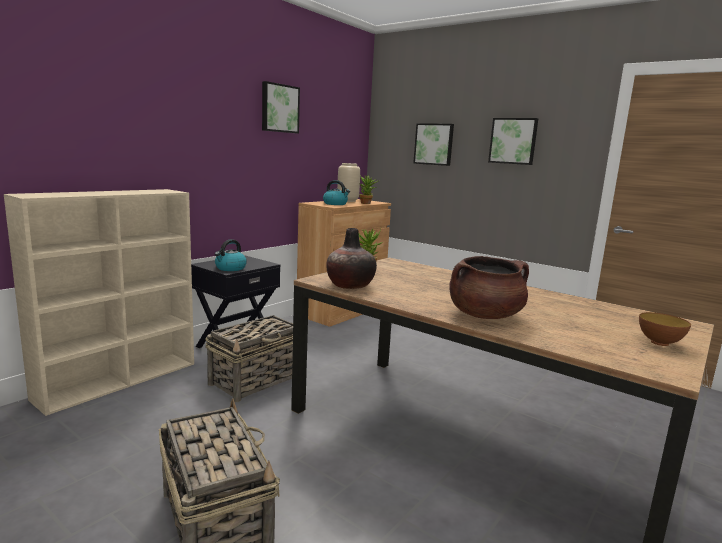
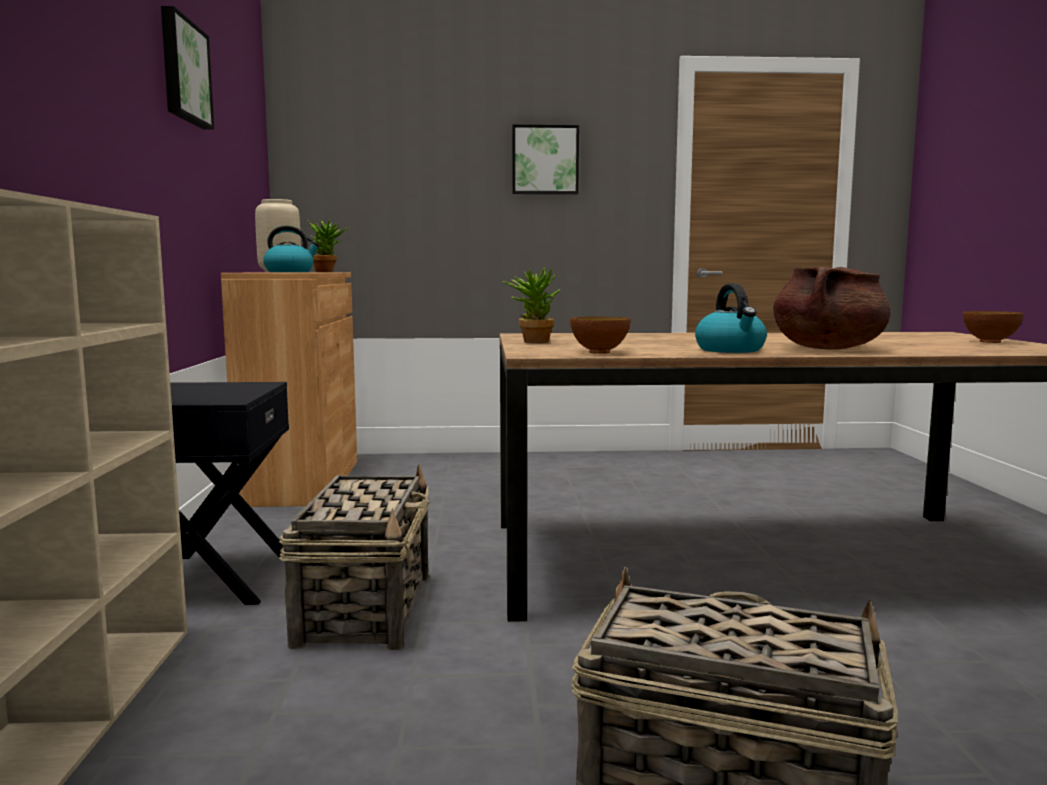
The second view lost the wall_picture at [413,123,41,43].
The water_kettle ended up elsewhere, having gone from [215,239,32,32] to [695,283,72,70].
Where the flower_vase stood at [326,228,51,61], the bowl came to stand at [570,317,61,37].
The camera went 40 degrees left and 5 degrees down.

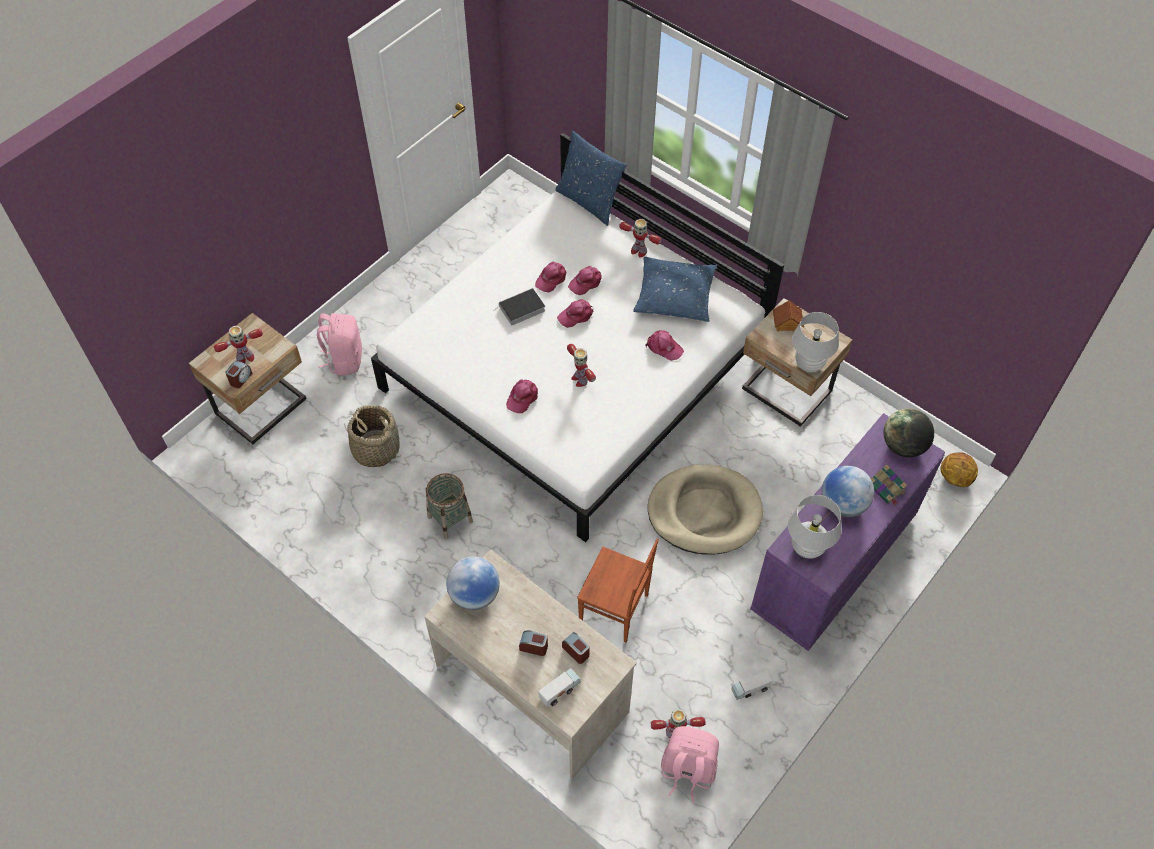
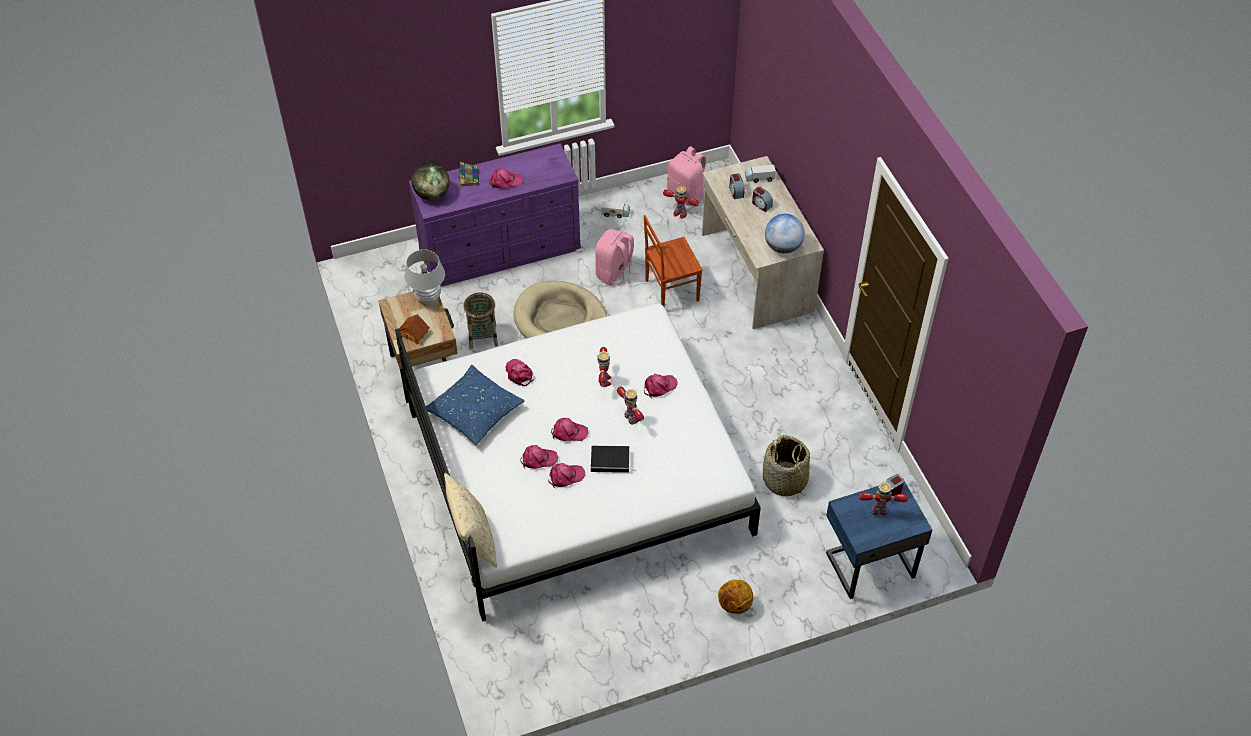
The second view lost the whitish_tabletop_lamp at [788,495,53,64].
The pink-coloured_backpack ended up elsewhere, having gone from [317,313,45,62] to [595,229,44,57].
The storage_basket ended up elsewhere, having gone from [426,473,47,66] to [464,293,34,56].
The robot_figure ended up elsewhere, having gone from [619,219,43,39] to [617,386,27,38].
The basketball ended up elsewhere, having gone from [940,452,38,35] to [718,580,35,34].
Where the world_globe stood at [822,466,52,51], the pink-coloured_baseball_cap came to stand at [489,168,34,21].
What was the beige_bedside_table at [189,313,118,131] turned into the blue_bedside_table at [826,478,106,121].
What was the blue_throw_pillow at [555,131,72,95] turned into the beige_throw_pillow at [444,473,53,95].
The brownish_plain_chair at [577,539,82,104] ended up facing another way, 75 degrees counterclockwise from before.
The camera went 150 degrees left and 5 degrees down.

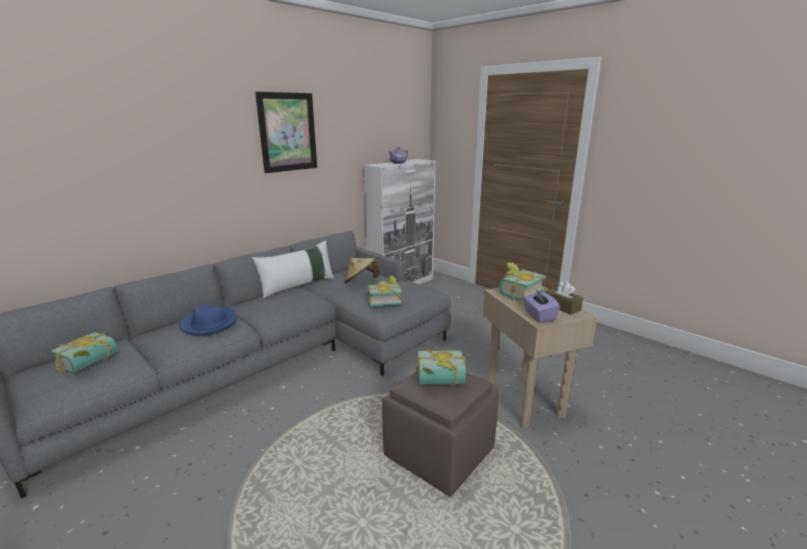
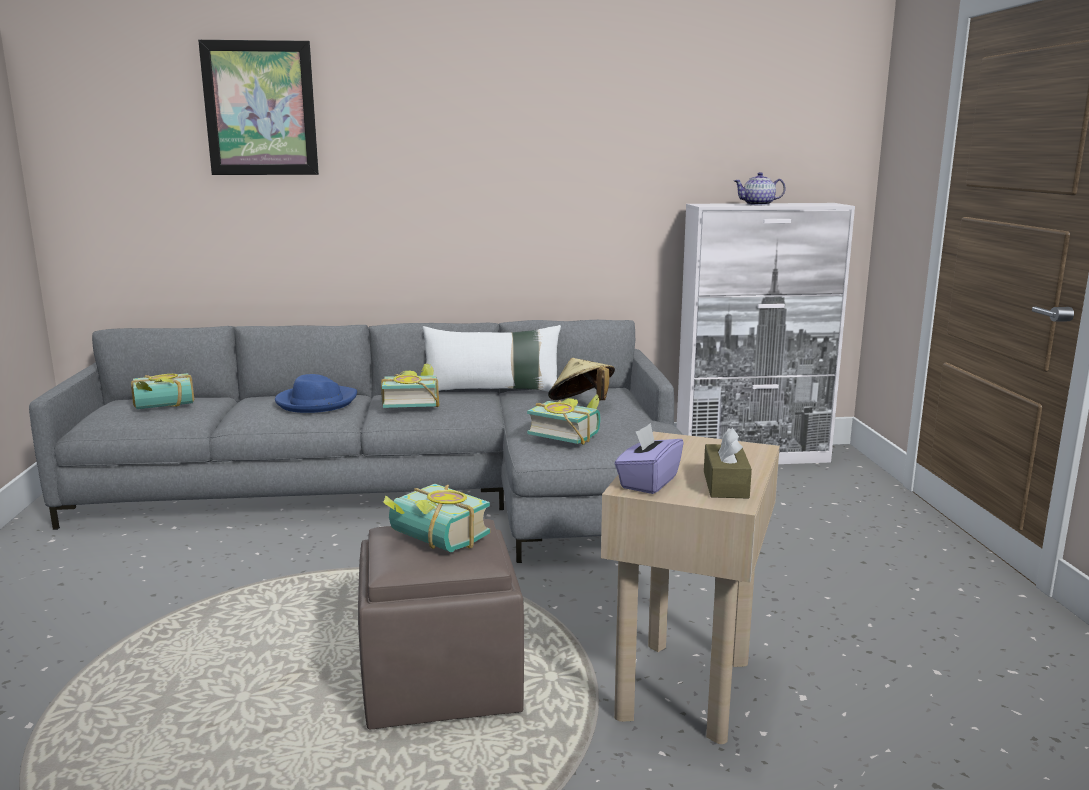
The wall_picture ended up elsewhere, having gone from [255,92,62,81] to [198,40,121,135].
The bound_book ended up elsewhere, having gone from [499,263,47,38] to [381,364,59,44].
The camera went 40 degrees right and 5 degrees down.

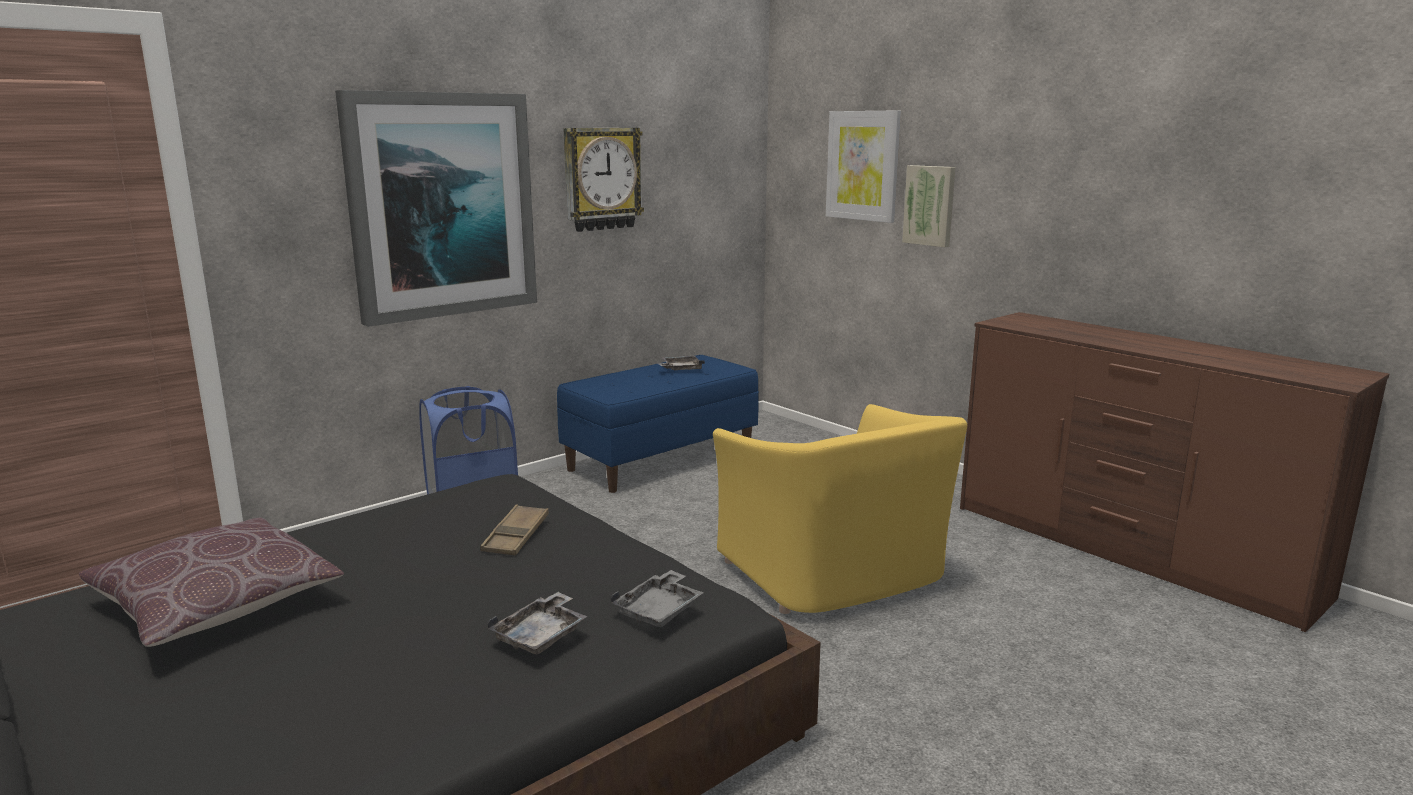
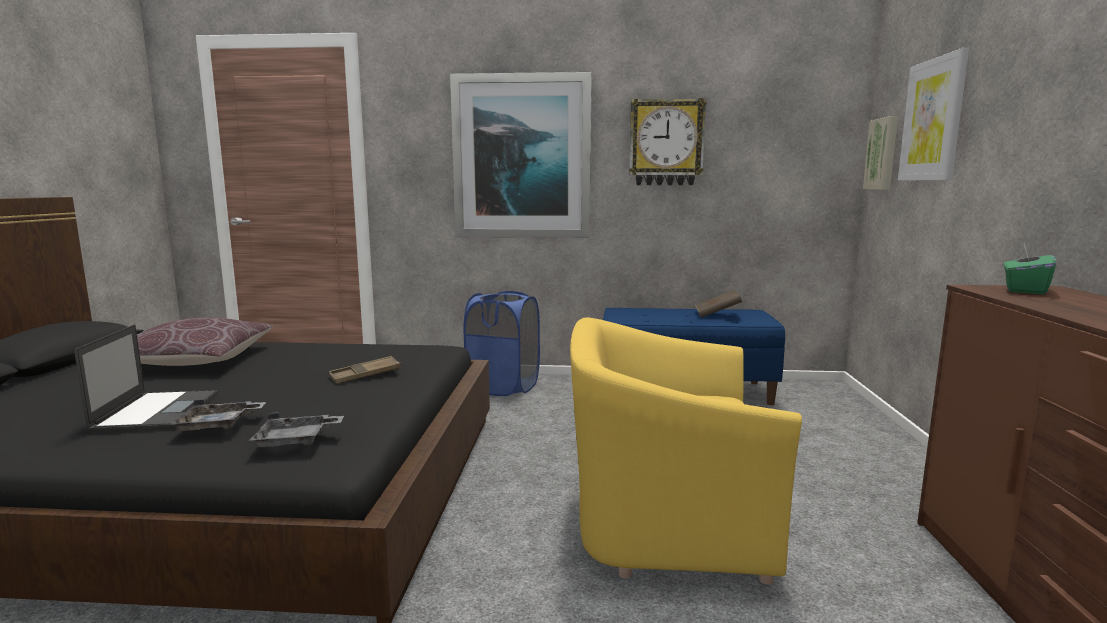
The second view gained the portable_computer at [74,324,145,109].
The second view gained the green_box_of_tissues at [1004,242,52,52].
The wall_picture ended up elsewhere, having gone from [902,165,53,82] to [863,116,35,74].
Where the gray_tray stood at [658,356,47,14], the brownish_bound_book came to stand at [695,290,47,28].
The yellow-coloured_armchair at [713,404,254,210] ended up facing another way, 75 degrees clockwise from before.
The camera went 45 degrees right and 5 degrees down.

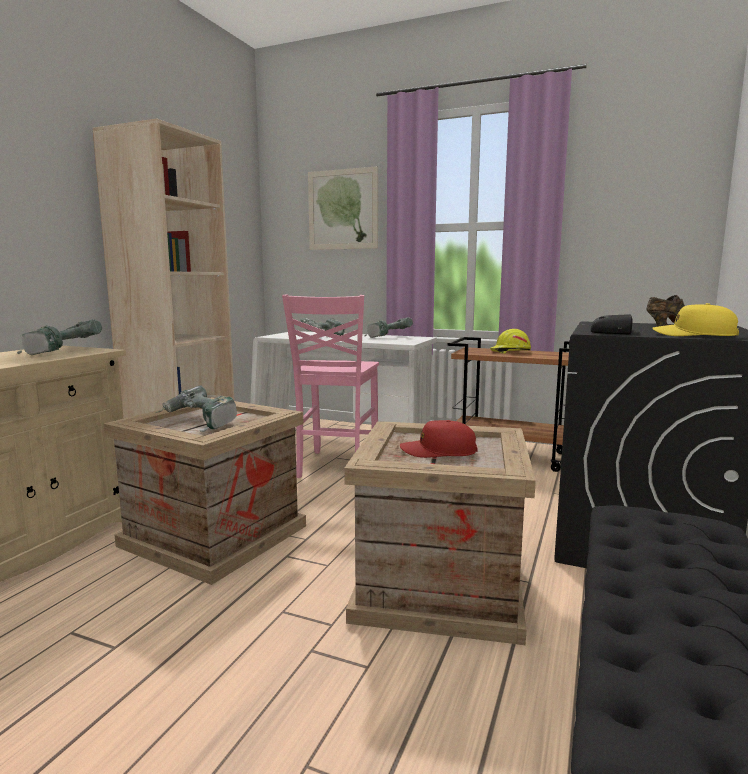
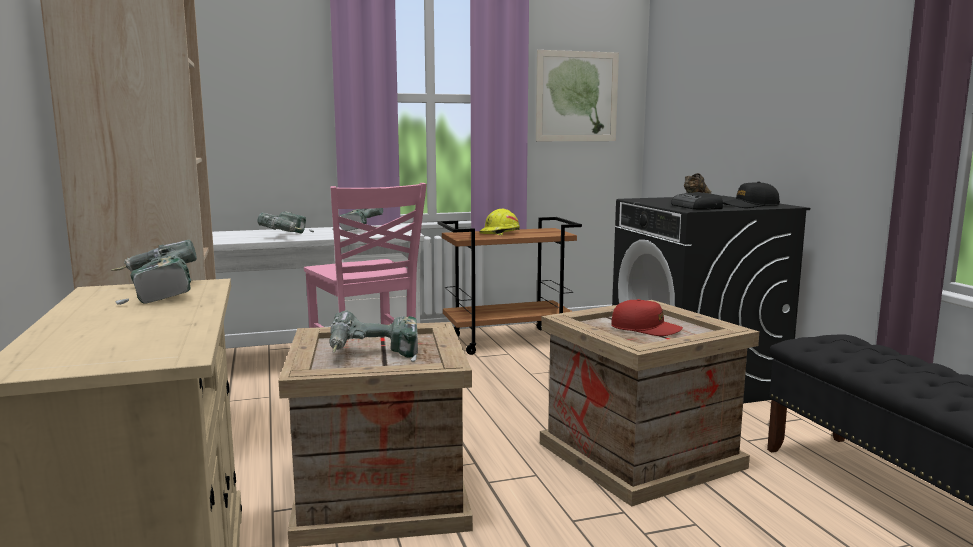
The wall_picture ended up elsewhere, having gone from [308,166,70,84] to [536,50,83,91].
What was the yellow-coloured_baseball_cap at [652,303,87,33] turned into the black_baseball_cap at [723,181,57,27].
The red-coloured_baseball_cap at [400,420,78,38] ended up facing another way, 120 degrees counterclockwise from before.
The camera went 40 degrees left and 0 degrees up.

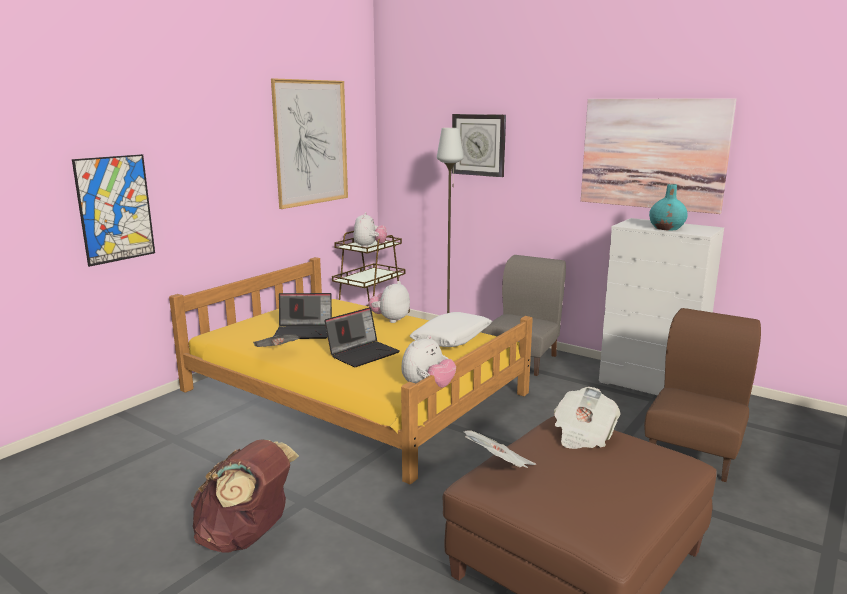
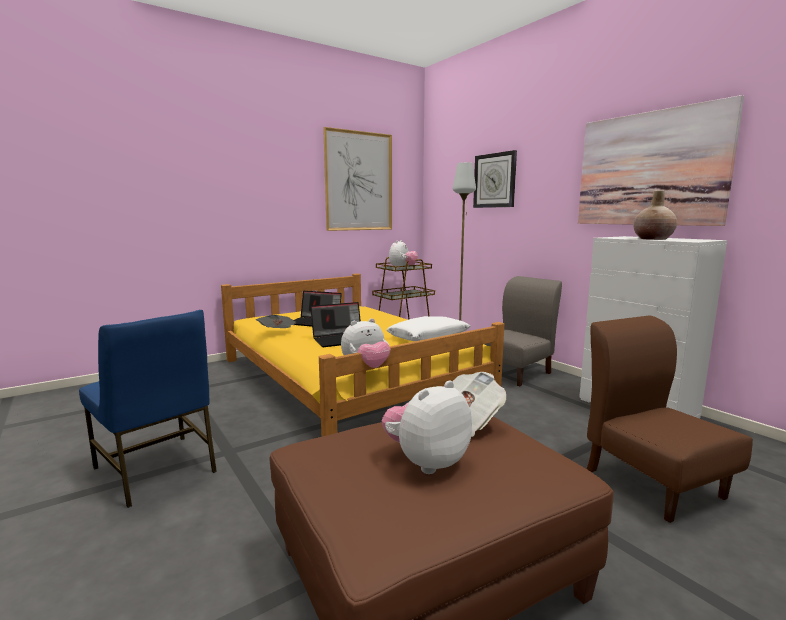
The second view lost the wall_picture at [72,154,83,113].
The second view lost the newspaper at [463,430,73,38].
The plush_toy ended up elsewhere, having gone from [369,281,41,42] to [382,380,90,94].
Where the brownish_backpack stood at [191,439,108,113], the blue_plain_chair came to stand at [79,310,138,198].
What was the turquoise_flower_vase at [649,184,39,47] turned into the beige_flower_vase at [633,190,44,50].
The brownish_plain_chair at [644,308,117,174] ended up facing another way, 75 degrees counterclockwise from before.
The camera went 20 degrees right and 5 degrees down.

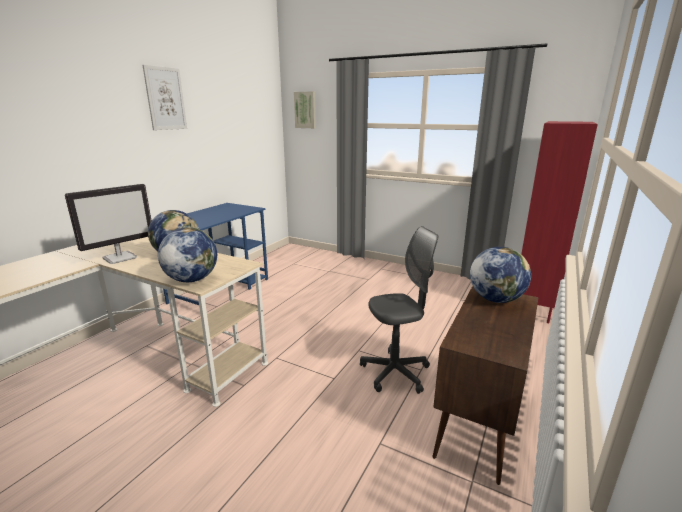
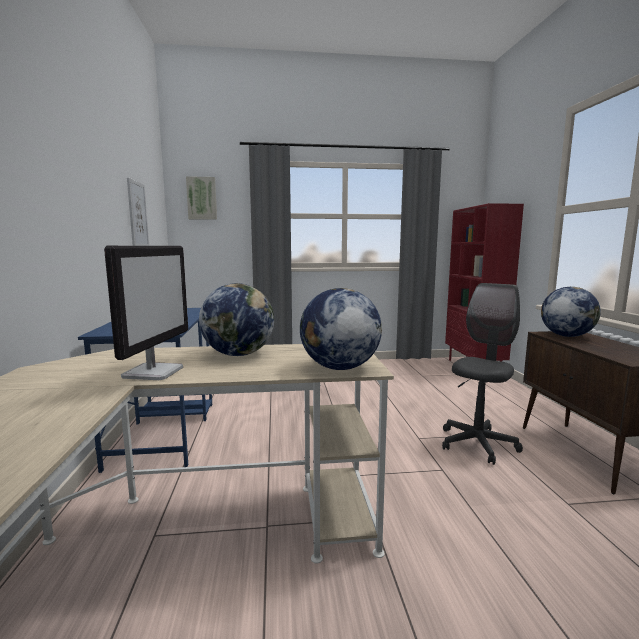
The wall_picture ended up elsewhere, having gone from [142,65,45,65] to [127,178,22,68].
The camera went 35 degrees left and 10 degrees down.

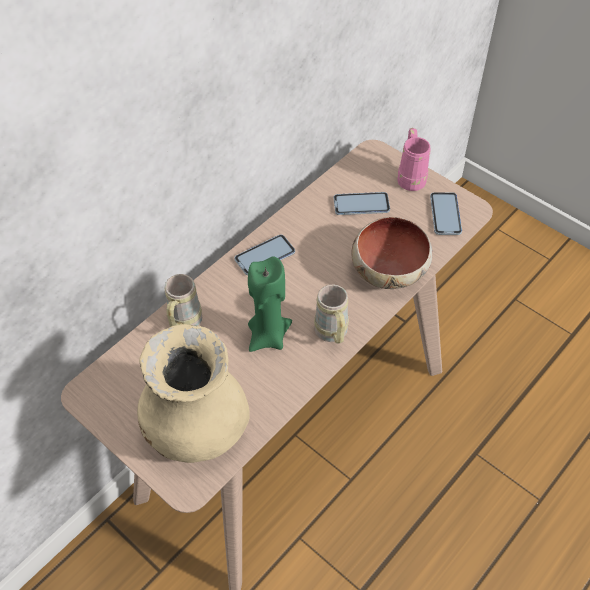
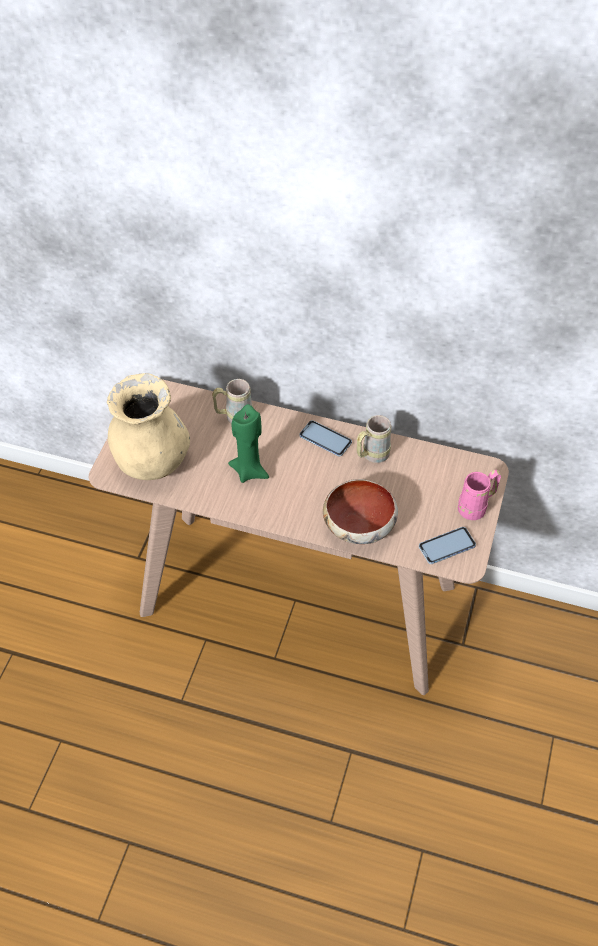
The second view lost the handset at [334,192,56,23].
The beige_tea_mug ended up elsewhere, having gone from [314,284,35,60] to [357,415,34,48].
The camera went 65 degrees right and 0 degrees up.

